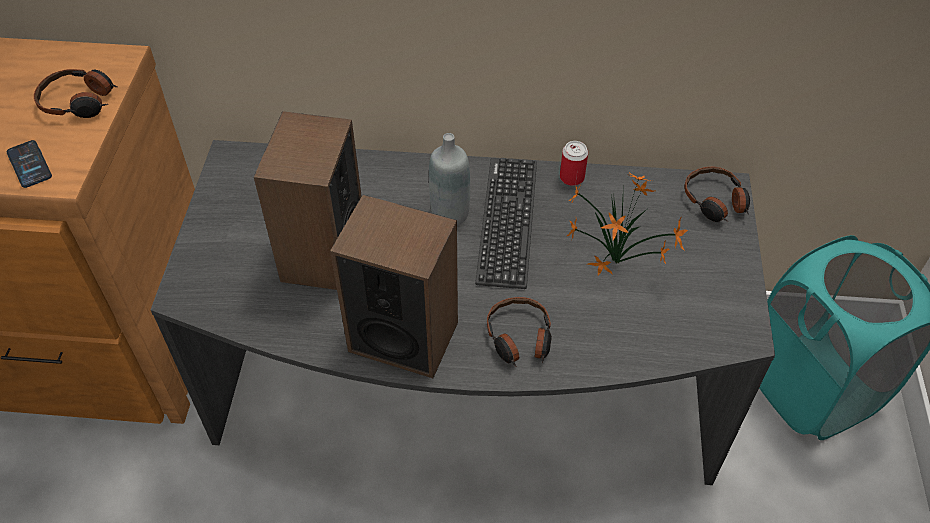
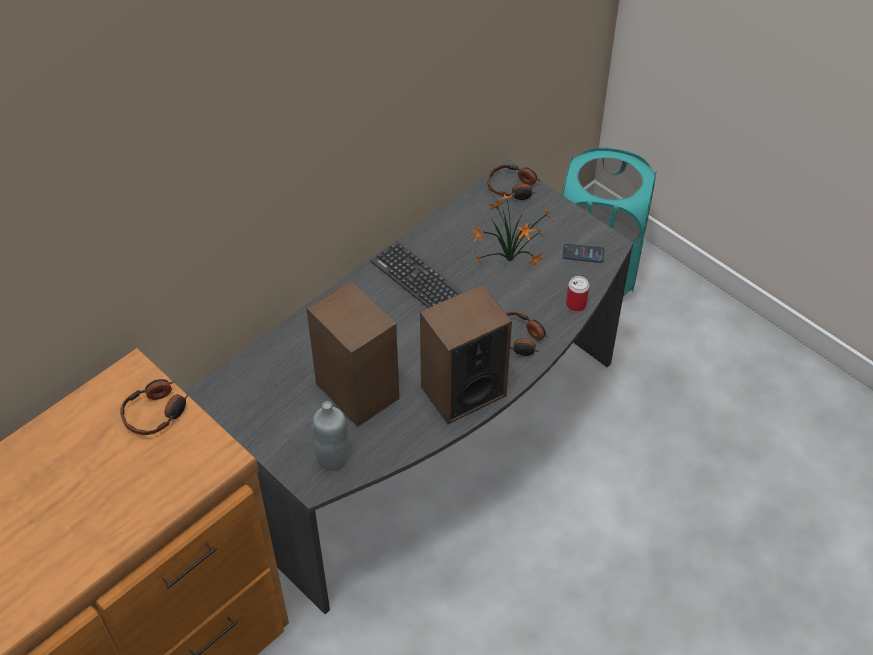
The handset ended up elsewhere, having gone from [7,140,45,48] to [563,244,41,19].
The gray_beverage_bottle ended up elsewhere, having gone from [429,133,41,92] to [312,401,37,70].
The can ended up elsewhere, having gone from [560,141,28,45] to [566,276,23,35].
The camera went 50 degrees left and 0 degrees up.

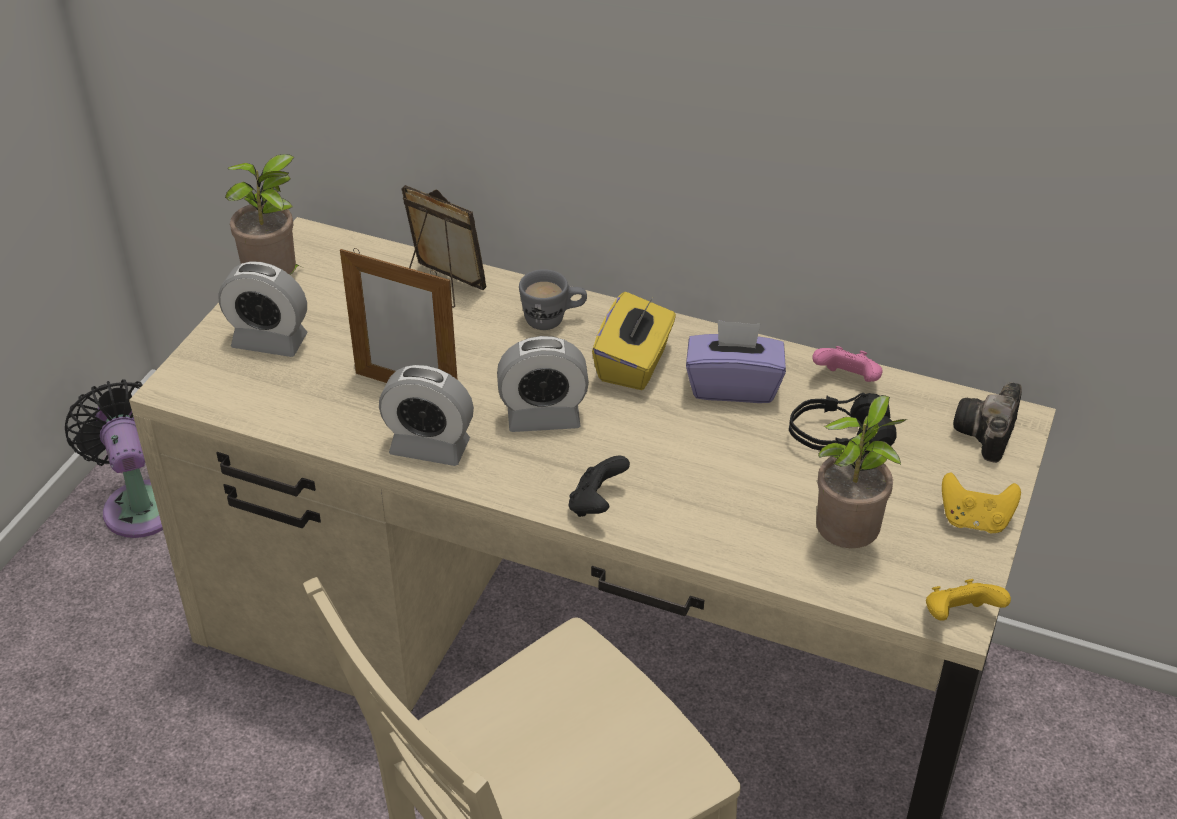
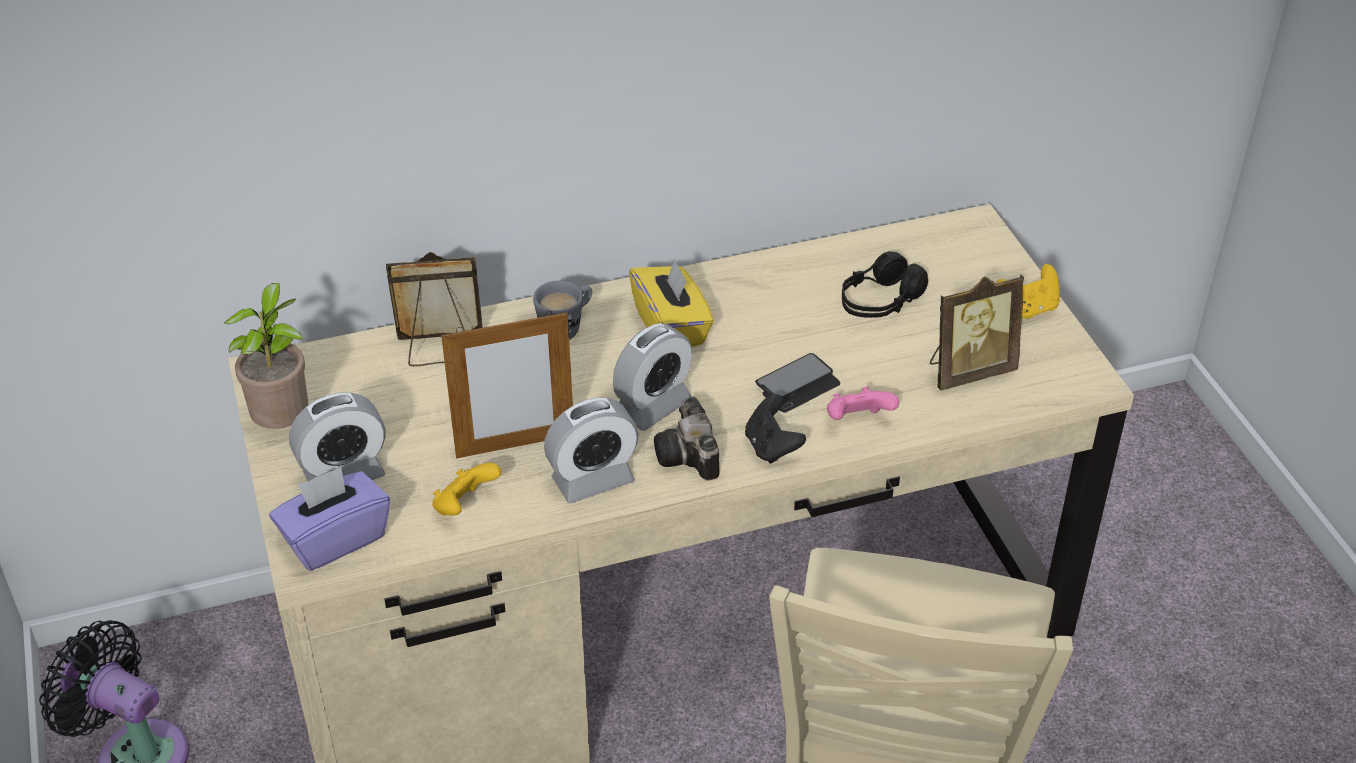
The second view gained the handset at [755,353,85,60].
The purple-coloured_box_of_tissues ended up elsewhere, having gone from [686,320,100,83] to [269,467,121,104].
The pink-coloured_gamepad ended up elsewhere, having gone from [812,346,71,36] to [827,386,72,34].
The yellow-coloured_gamepad ended up elsewhere, having gone from [926,579,85,42] to [432,463,69,52].
The still_camera ended up elsewhere, having gone from [953,382,69,81] to [654,397,66,84].
Where the houseplant stood at [816,395,91,153], the photo_frame came to stand at [930,275,94,115].
The camera went 40 degrees left and 0 degrees up.

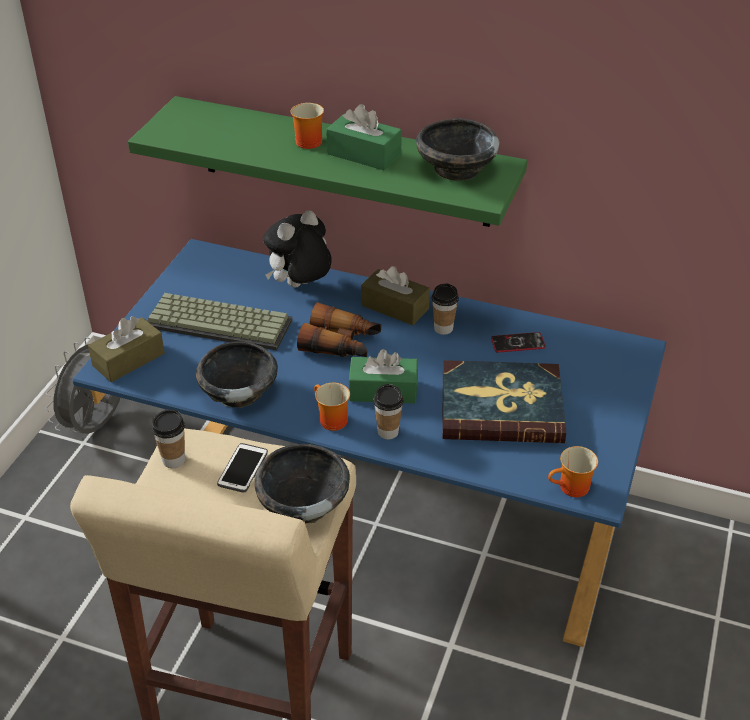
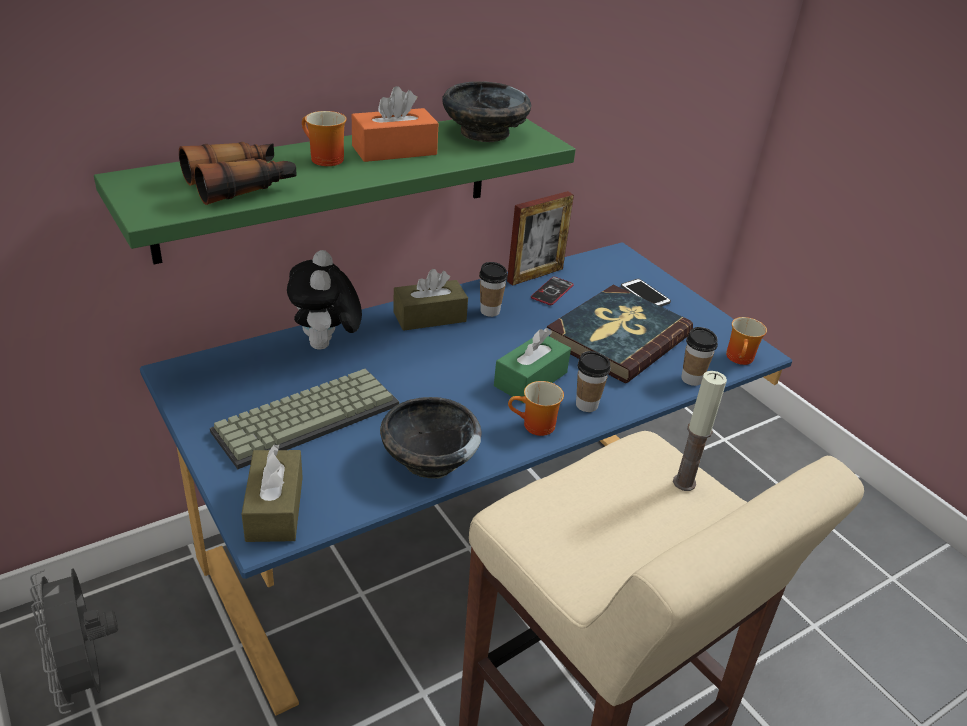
The second view gained the photo_frame at [507,191,67,95].
The drinking_cup ended up elsewhere, having gone from [151,409,34,59] to [681,327,37,59].
The handset ended up elsewhere, having gone from [217,443,51,49] to [621,279,50,28].
The binoculars ended up elsewhere, having gone from [297,302,84,55] to [179,142,118,63].
Where the black_bowl stood at [254,444,96,79], the wax_light came to stand at [673,371,54,120].
What was the green_box_of_tissues at [326,104,76,67] turned into the orangey_box_of_tissues at [352,86,87,76].
The camera went 55 degrees left and 5 degrees down.

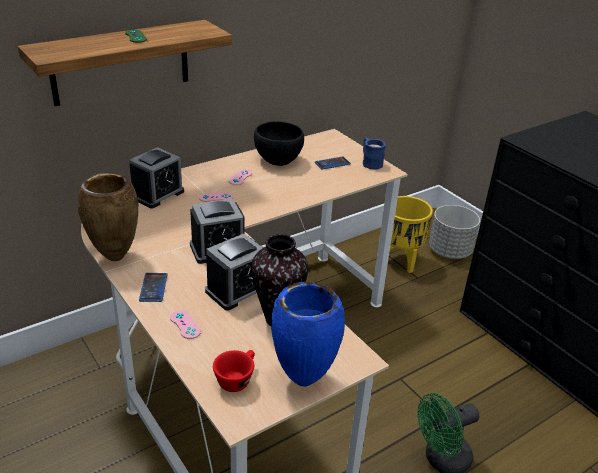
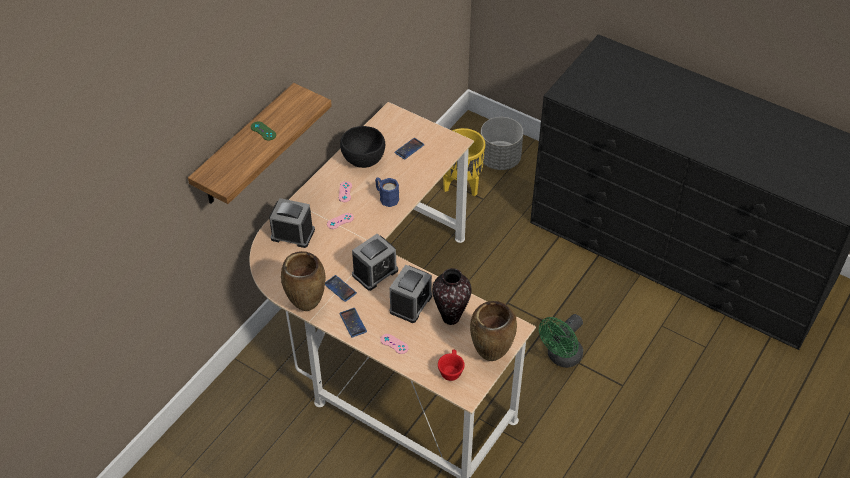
The second view gained the handset at [325,275,32,27].
The blue_tea_mug ended up elsewhere, having gone from [363,138,23,31] to [375,177,24,30].
What was the blue_flower_vase at [271,282,74,105] turned into the brownish_flower_vase at [470,301,47,60].
The bedside_clock at [129,147,55,61] ended up facing another way, 90 degrees counterclockwise from before.
The camera went 20 degrees left and 15 degrees up.

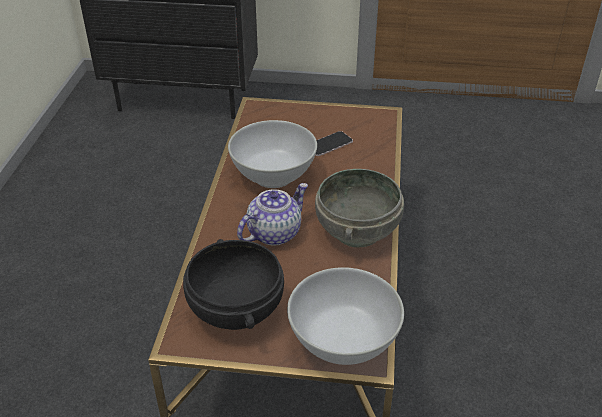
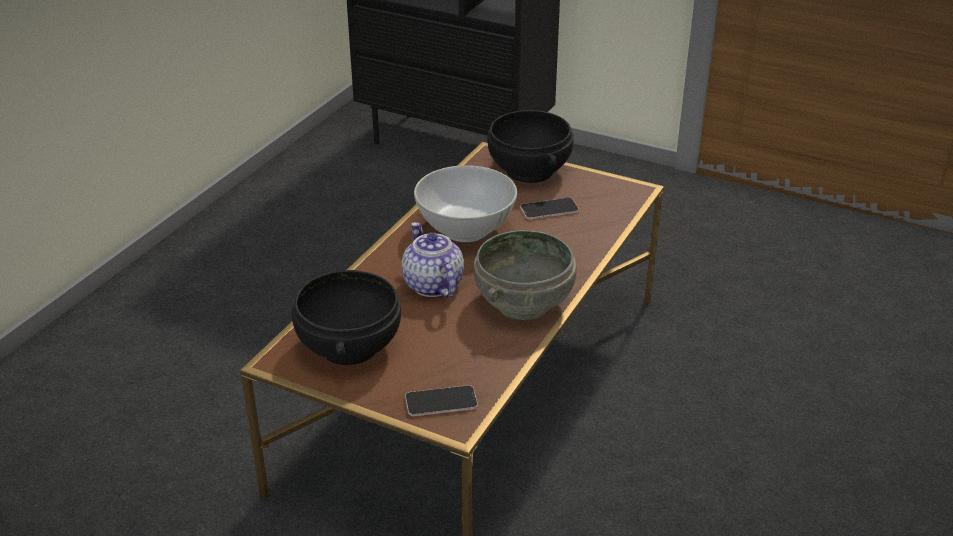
The second view gained the black_bowl at [487,110,87,73].
Where the whitish_bowl stood at [287,267,117,98], the handset came to stand at [405,385,73,31].
The teapot at [237,183,71,63] ended up facing another way, 90 degrees counterclockwise from before.
The camera went 20 degrees right and 5 degrees down.

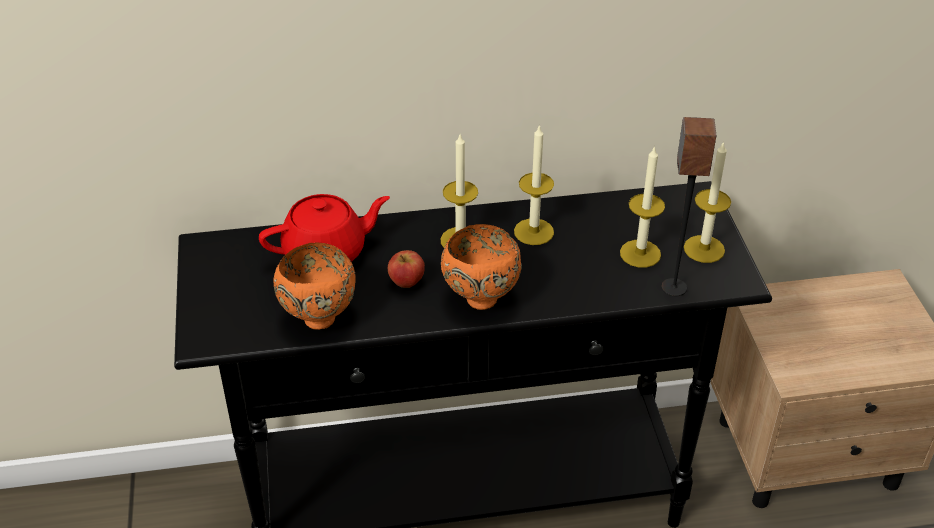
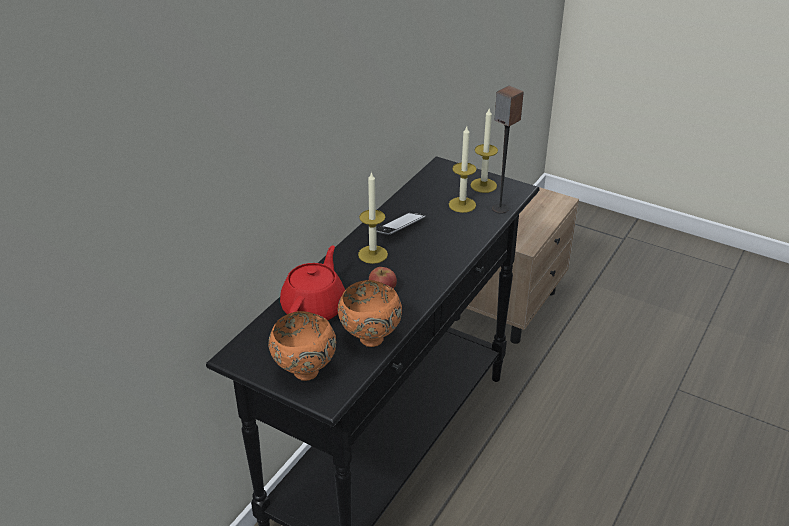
The orangey_bowl ended up elsewhere, having gone from [441,224,81,86] to [268,311,68,70].
Where the wax_light stood at [514,124,40,121], the handset came to stand at [376,212,50,23].
The camera went 50 degrees left and 5 degrees down.

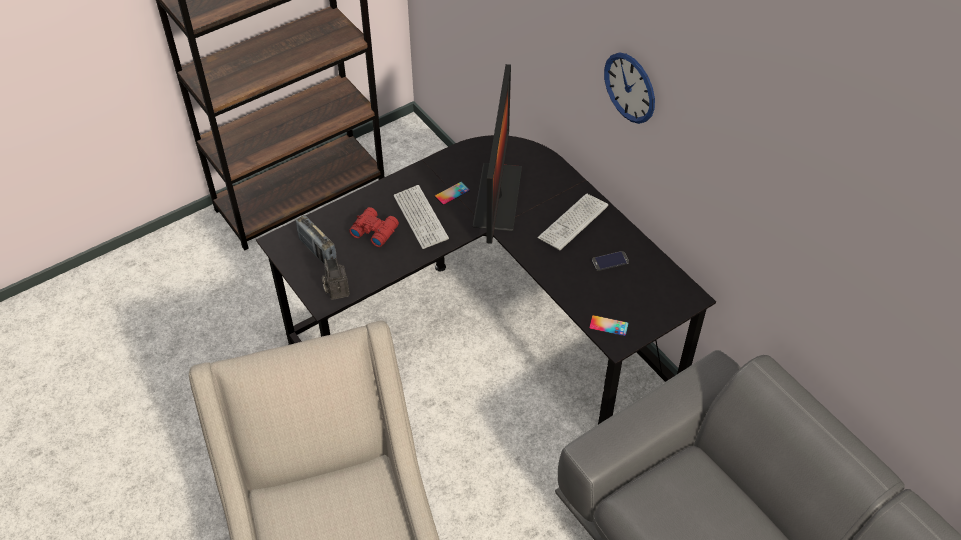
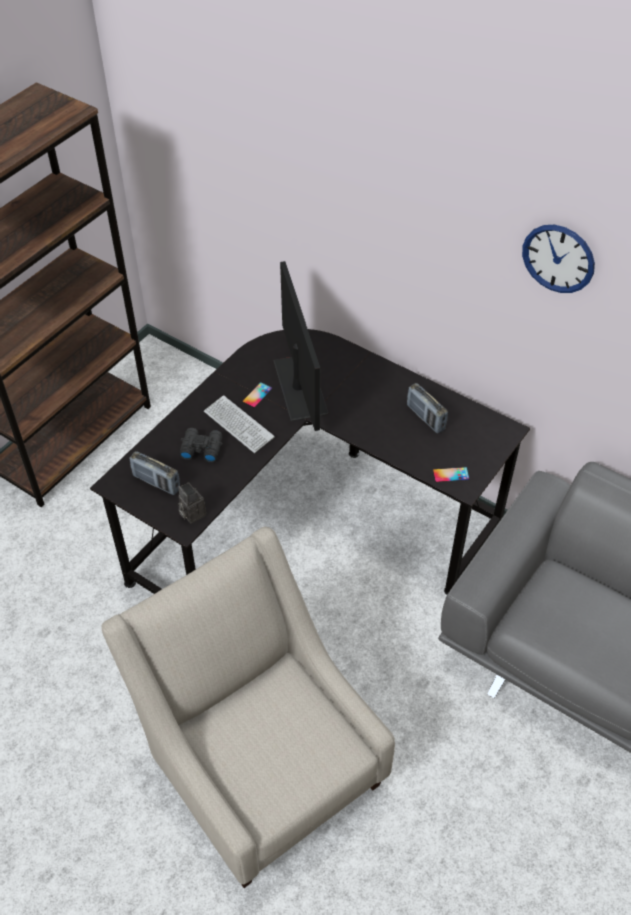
The second view lost the computer_keyboard at [537,194,71,56].
The hanging_clock ended up elsewhere, having gone from [604,52,51,72] to [522,225,73,68].
Where the handset stood at [592,251,37,20], the radio came to stand at [407,383,41,50].
What was the red-coloured_binoculars at [349,207,50,40] turned into the black_binoculars at [180,428,43,35].
The camera went 20 degrees left and 0 degrees up.

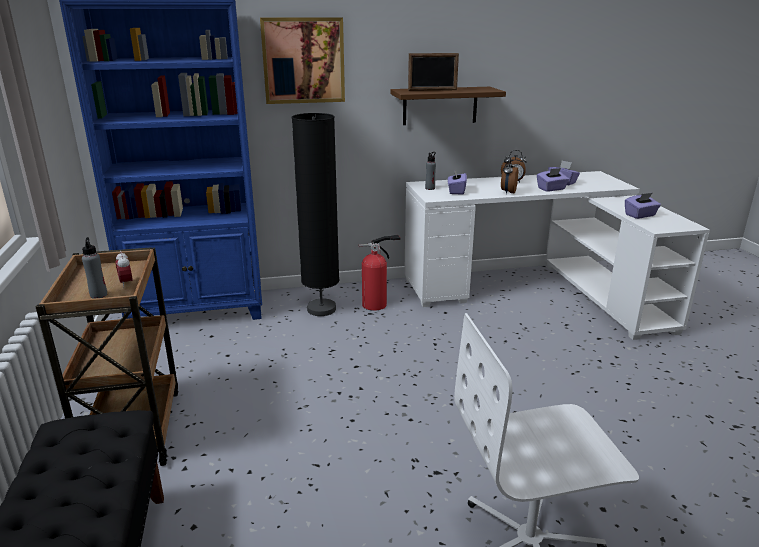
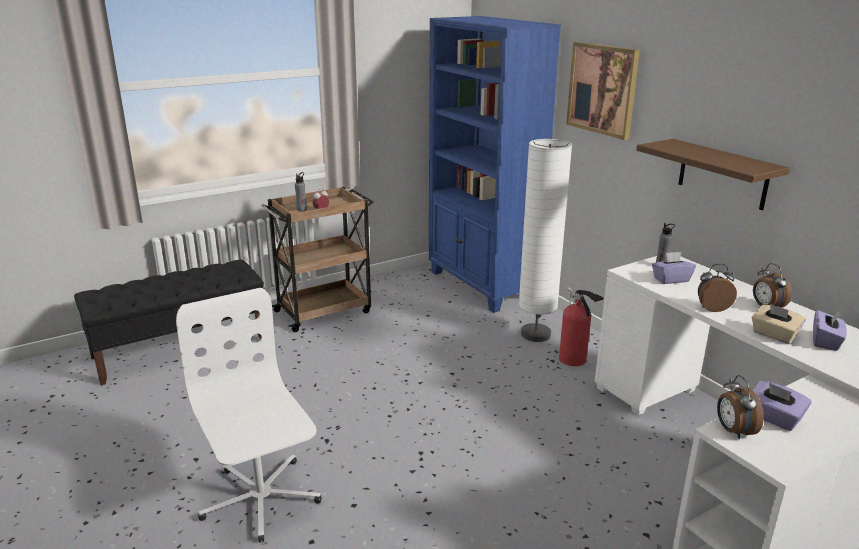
The second view lost the photo_frame at [408,53,51,38].
The second view gained the bedside_clock at [717,375,47,64].
What was the black_floor_lamp at [292,113,48,203] turned into the whitish_floor_lamp at [519,139,53,203].
What was the purple-coloured_box_of_tissues at [537,168,32,24] turned into the beige_box_of_tissues at [752,304,54,40].
The camera went 70 degrees right and 0 degrees up.

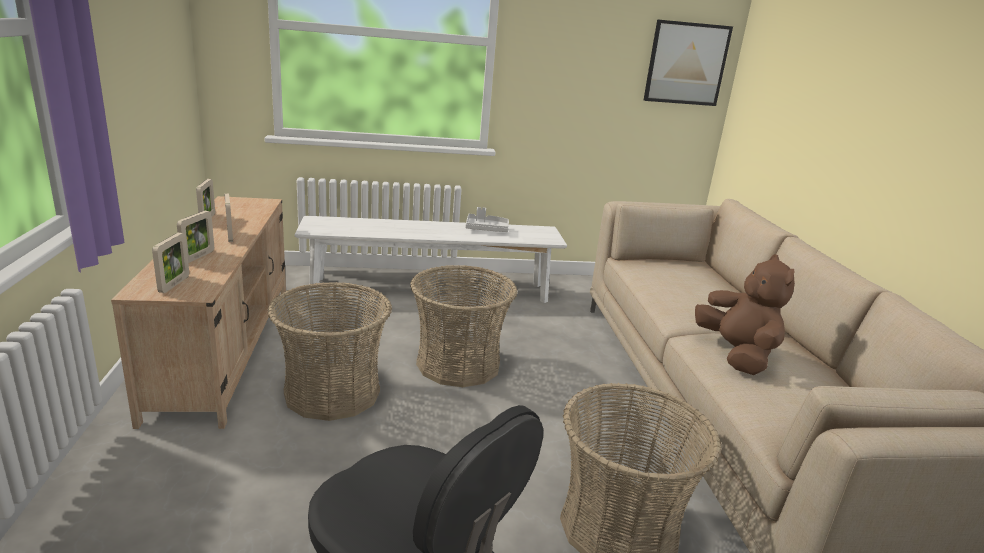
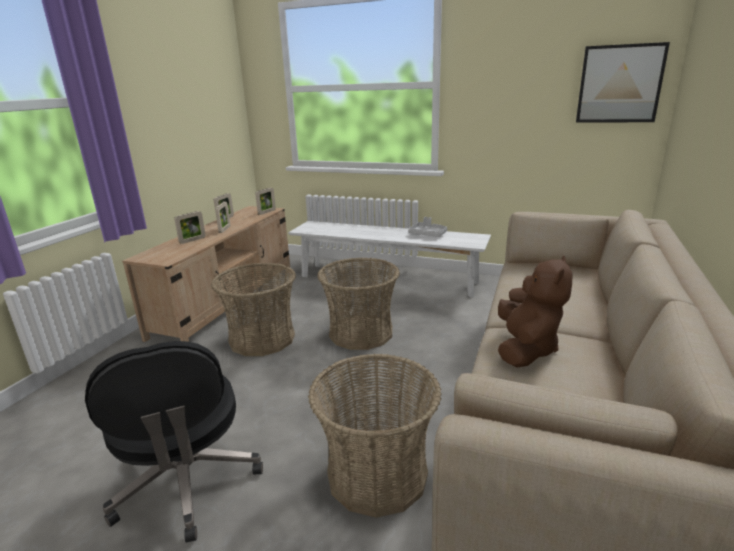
The photo_frame ended up elsewhere, having gone from [152,233,37,60] to [255,188,21,27].
The camera went 30 degrees right and 0 degrees up.

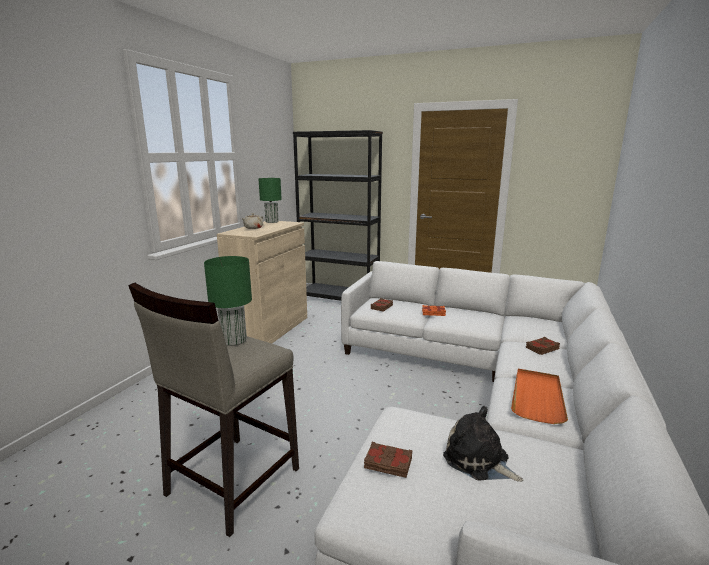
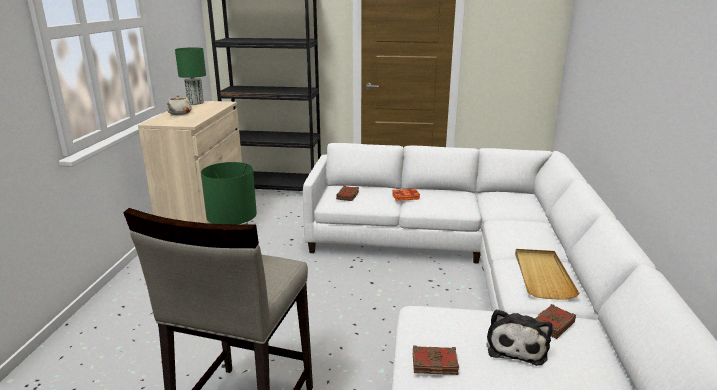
The brownish_bound_book ended up elsewhere, having gone from [526,337,34,18] to [534,304,42,35].
What was the orangey_tray at [511,369,57,55] turned into the beige_tray at [515,249,65,51].
The plush_toy at [443,406,81,76] ended up facing another way, 105 degrees counterclockwise from before.
The camera went 15 degrees left and 5 degrees up.

